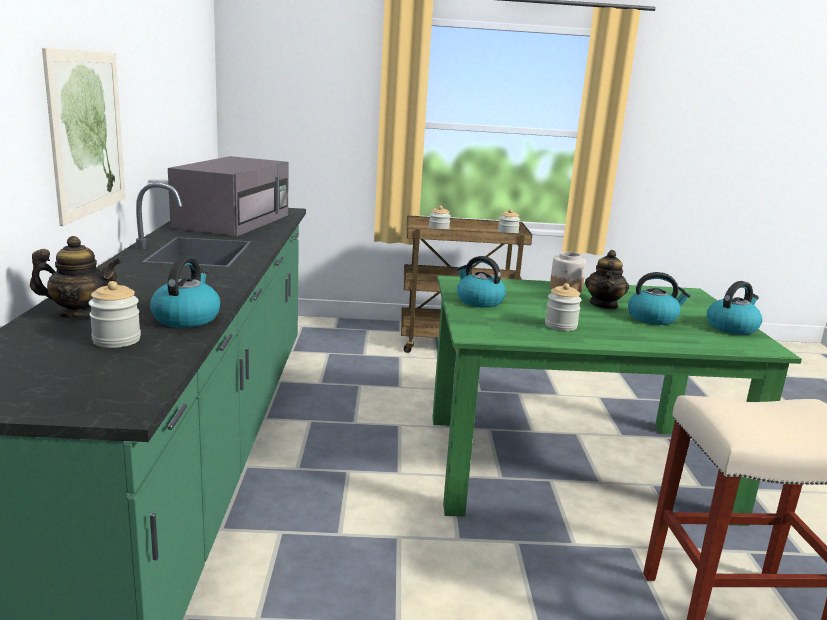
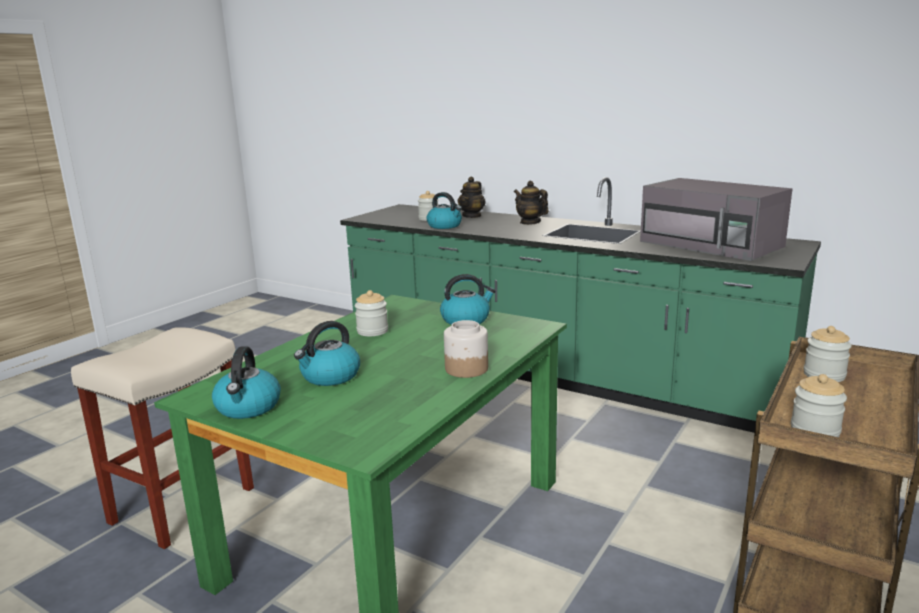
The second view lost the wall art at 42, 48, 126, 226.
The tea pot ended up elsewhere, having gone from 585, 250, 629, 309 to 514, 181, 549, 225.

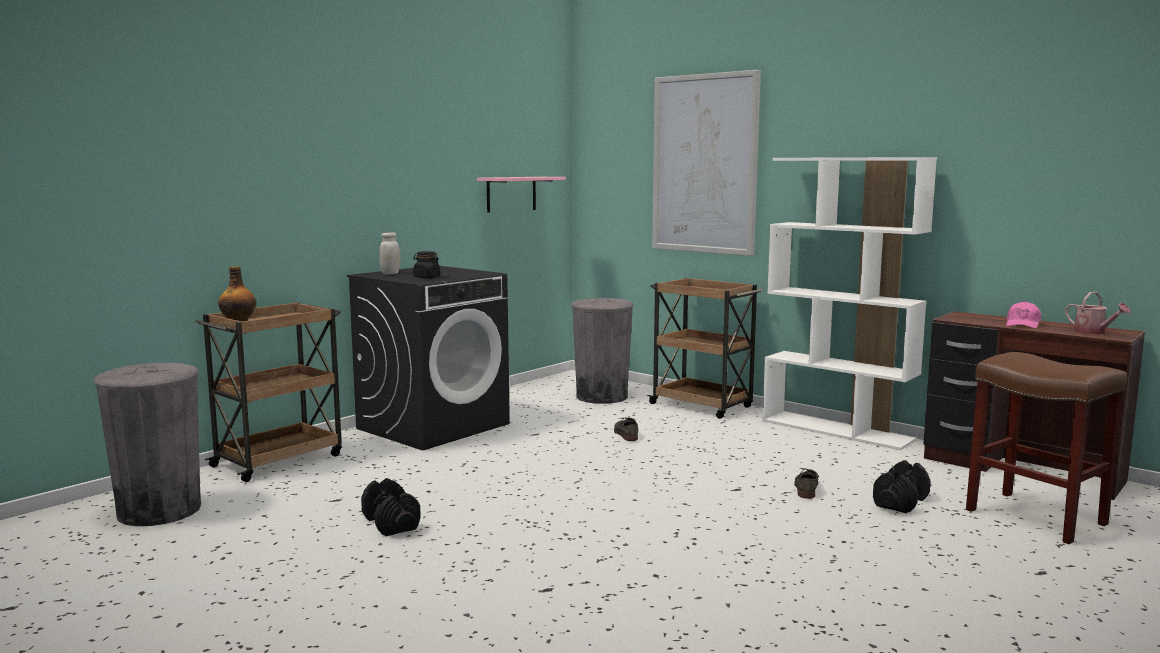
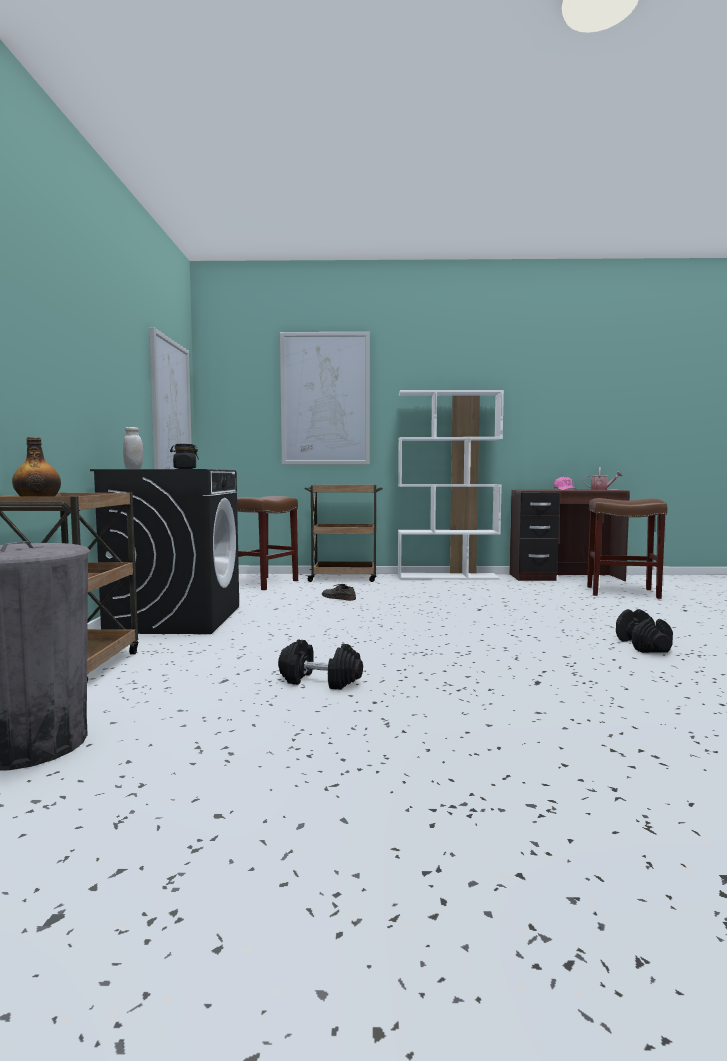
Where the pink shelf hung at 477, 177, 566, 213, the wall art came to hang at 149, 327, 192, 469.
Where the greyish waste bin stood at 571, 298, 634, 404, the brown sitting stool came to stand at 237, 496, 298, 590.
The second view lost the greyish low shoe at 794, 468, 819, 499.
The black-coloured hand weight ended up elsewhere, having gone from 873, 460, 931, 513 to 616, 609, 673, 653.

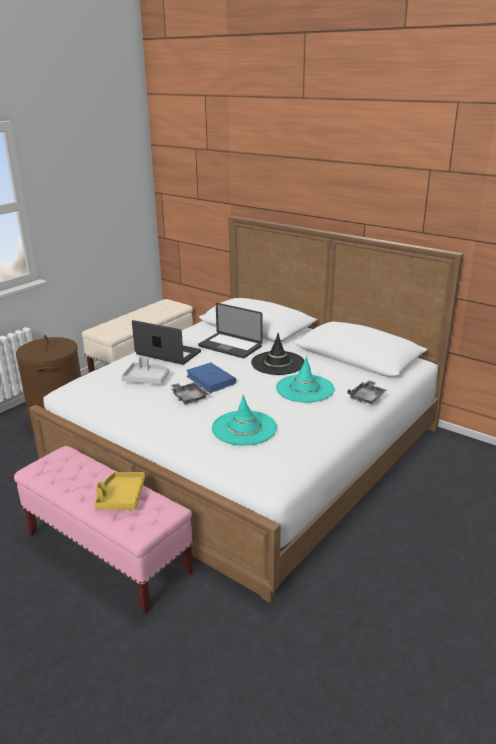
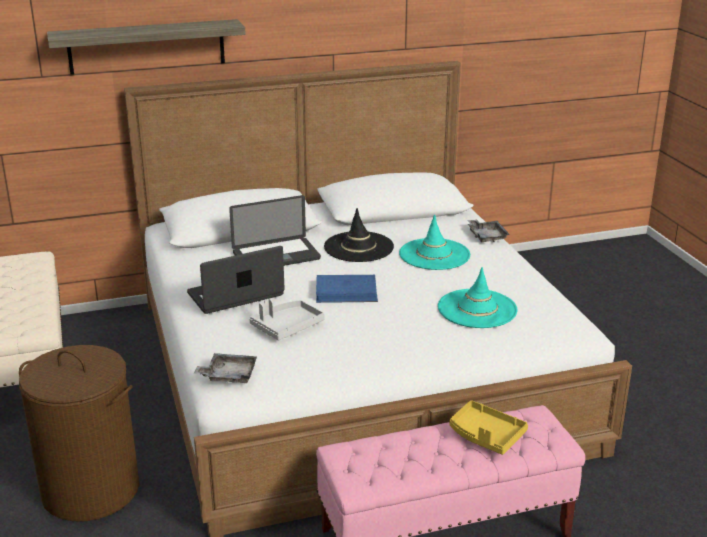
The greyish carrying tray ended up elsewhere, having gone from 170, 382, 209, 405 to 194, 353, 257, 383.
The second view gained the shelf at 47, 19, 246, 75.

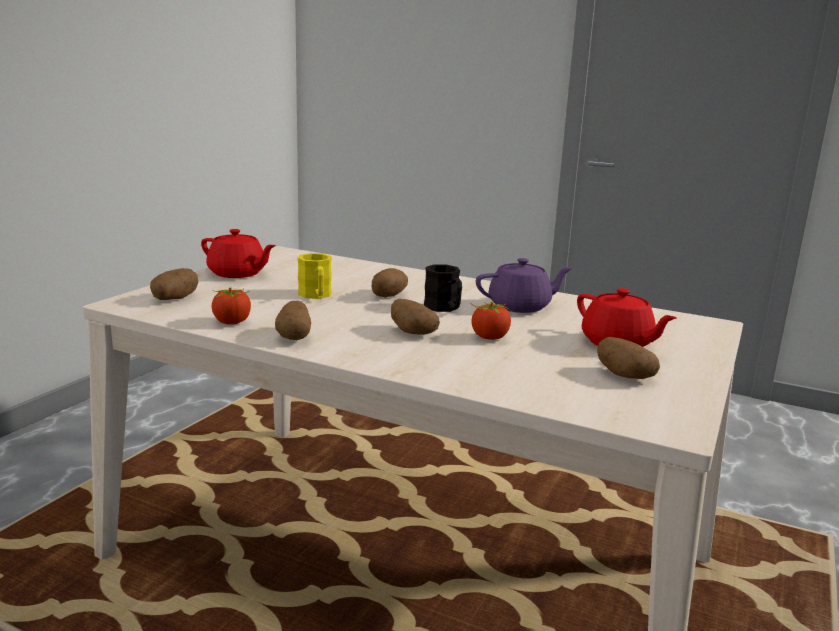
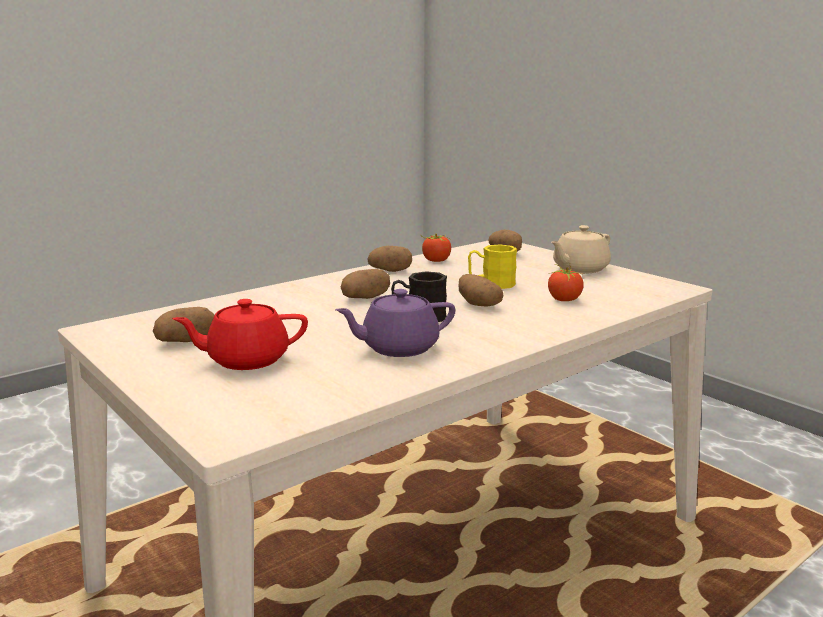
What was the red-coloured tea pot at 201, 229, 276, 278 turned into the beige-coloured tea pot at 551, 225, 611, 273.
The fresh tomato ended up elsewhere, having gone from 470, 302, 511, 340 to 548, 265, 584, 301.
The purple-coloured tea pot at 476, 258, 573, 313 ended up facing another way, 60 degrees clockwise from before.

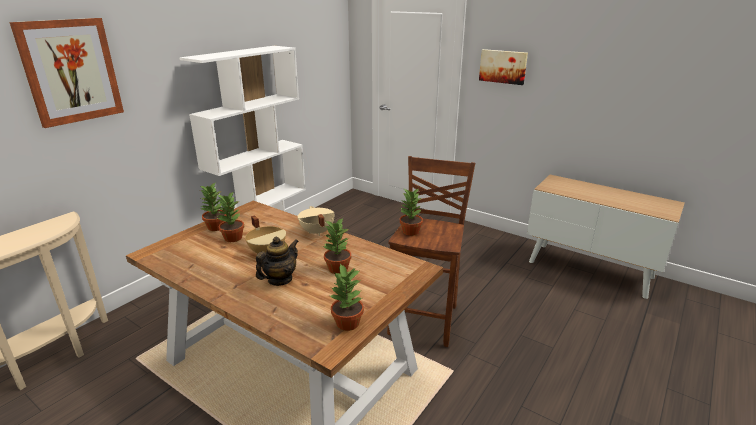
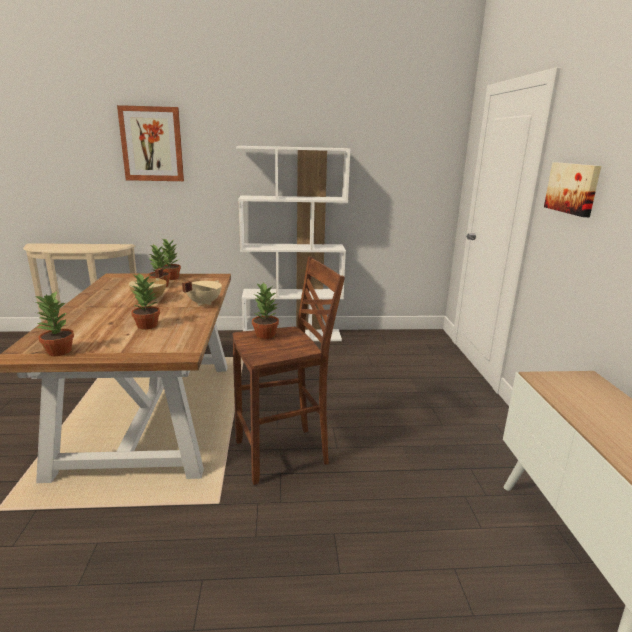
The second view lost the tea pot at 256, 237, 299, 286.

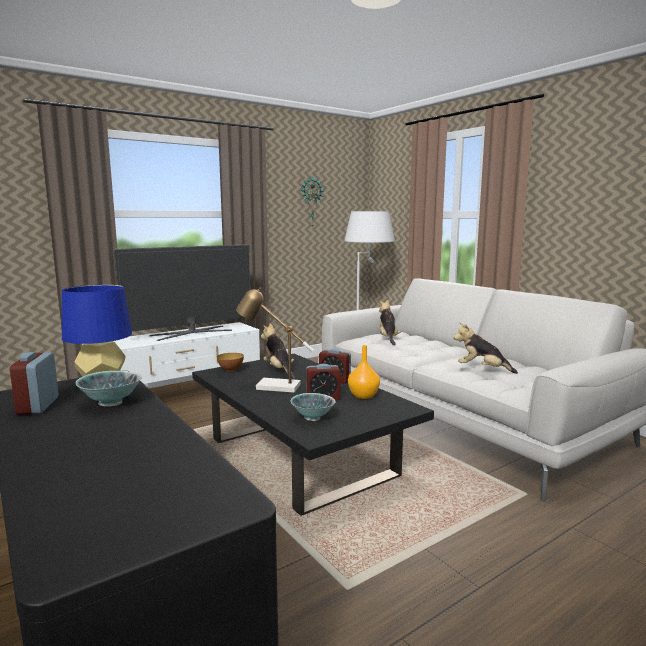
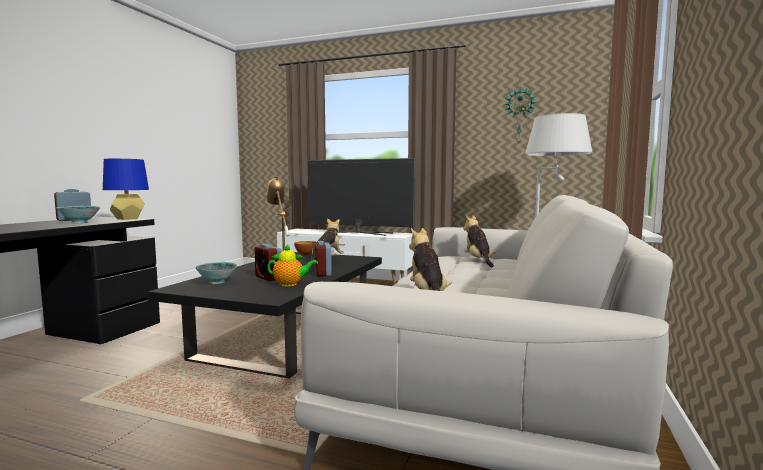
Where the orangey flower vase stood at 348, 345, 380, 399, the tea pot came to stand at 267, 244, 318, 287.
The soft toy at 379, 300, 401, 345 ended up facing another way, 60 degrees counterclockwise from before.

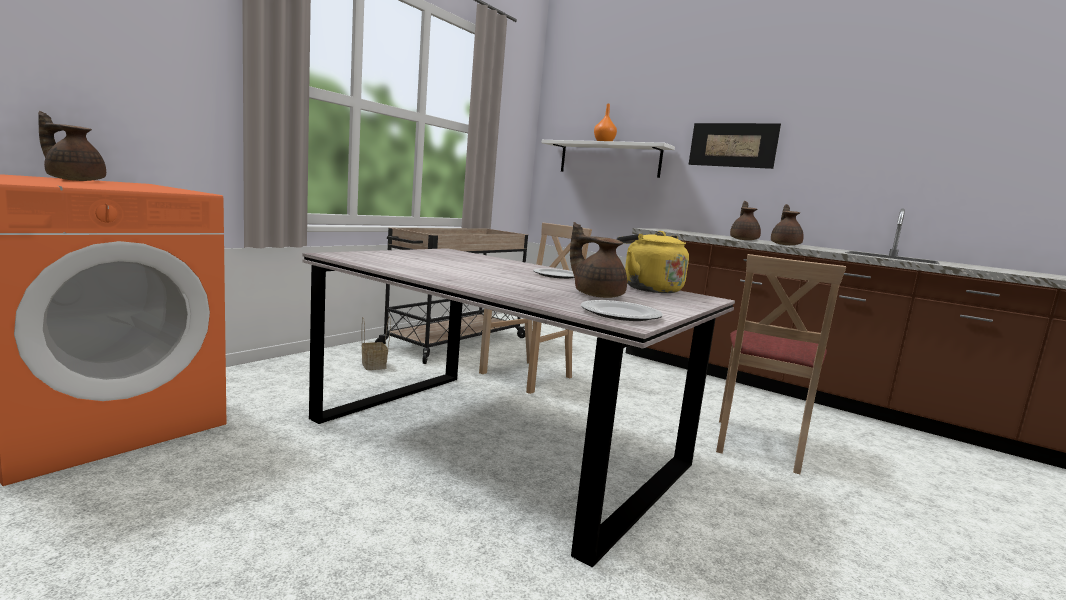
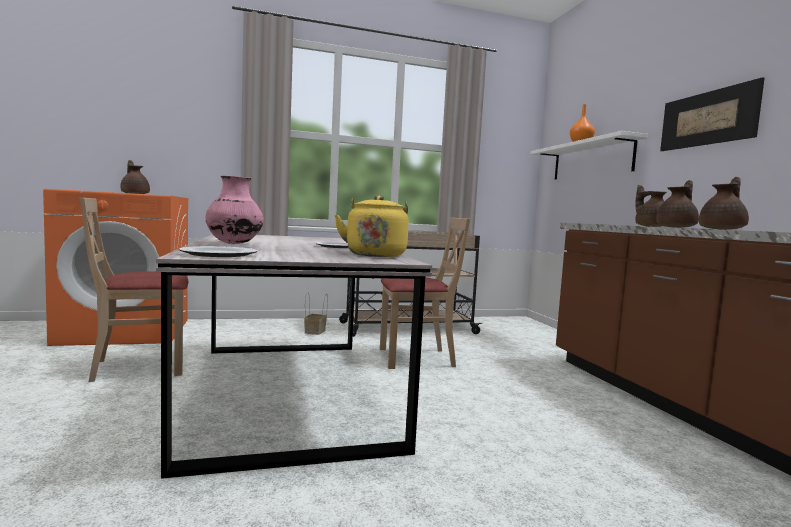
The brown tea pot ended up elsewhere, having gone from 570, 222, 627, 298 to 635, 185, 667, 227.
The beige-coloured chair ended up elsewhere, having gone from 716, 254, 846, 474 to 80, 198, 188, 382.
The second view gained the pink flower vase at 205, 176, 264, 244.

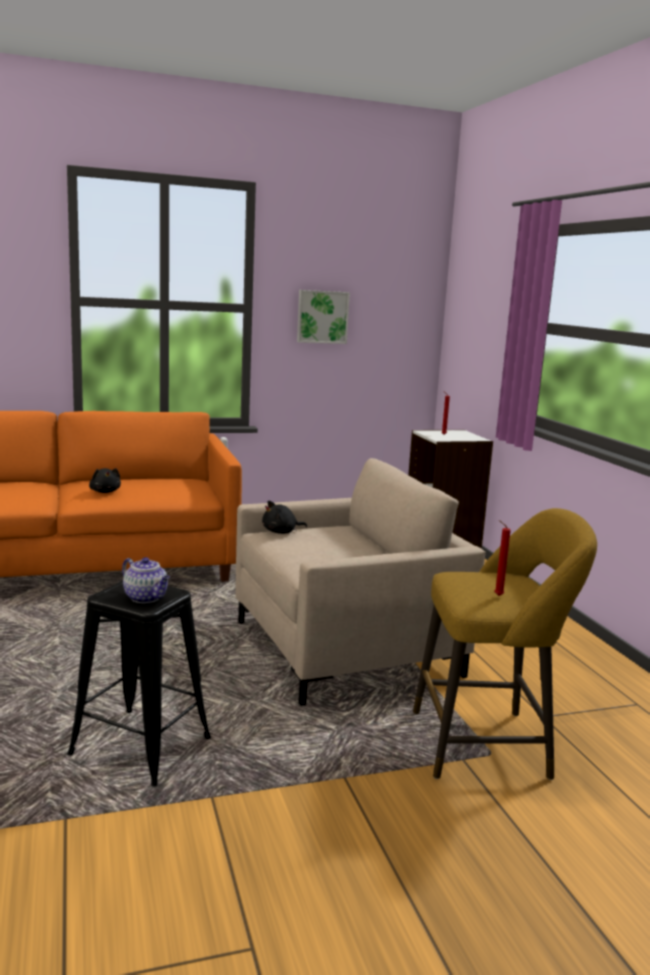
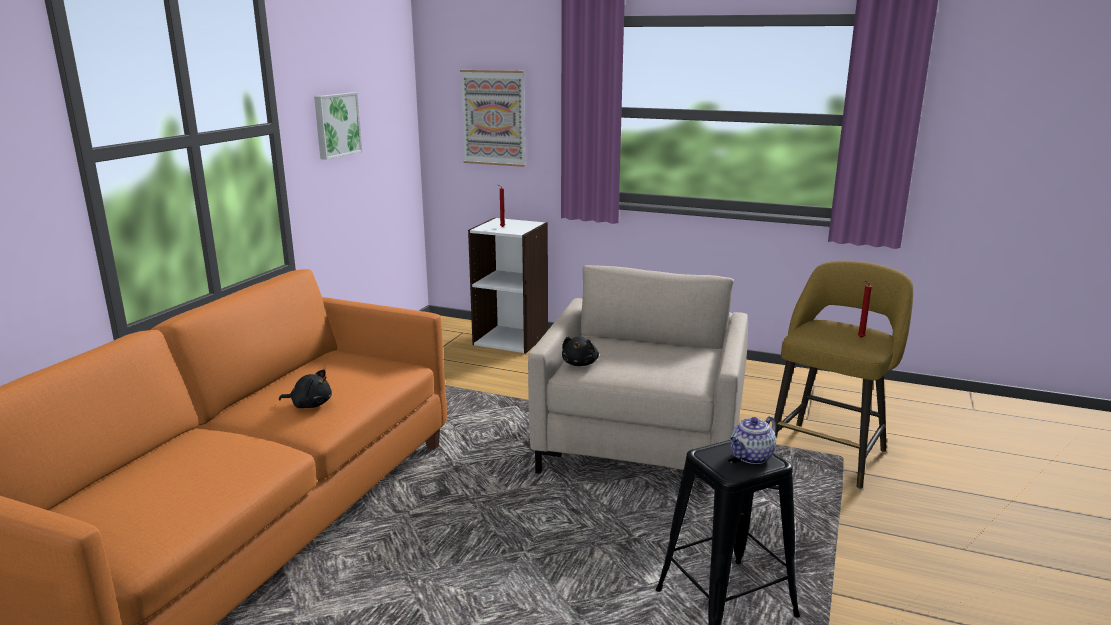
The tea pot at 122, 557, 170, 603 ended up facing another way, 150 degrees clockwise from before.
The second view gained the wall art at 460, 70, 526, 167.

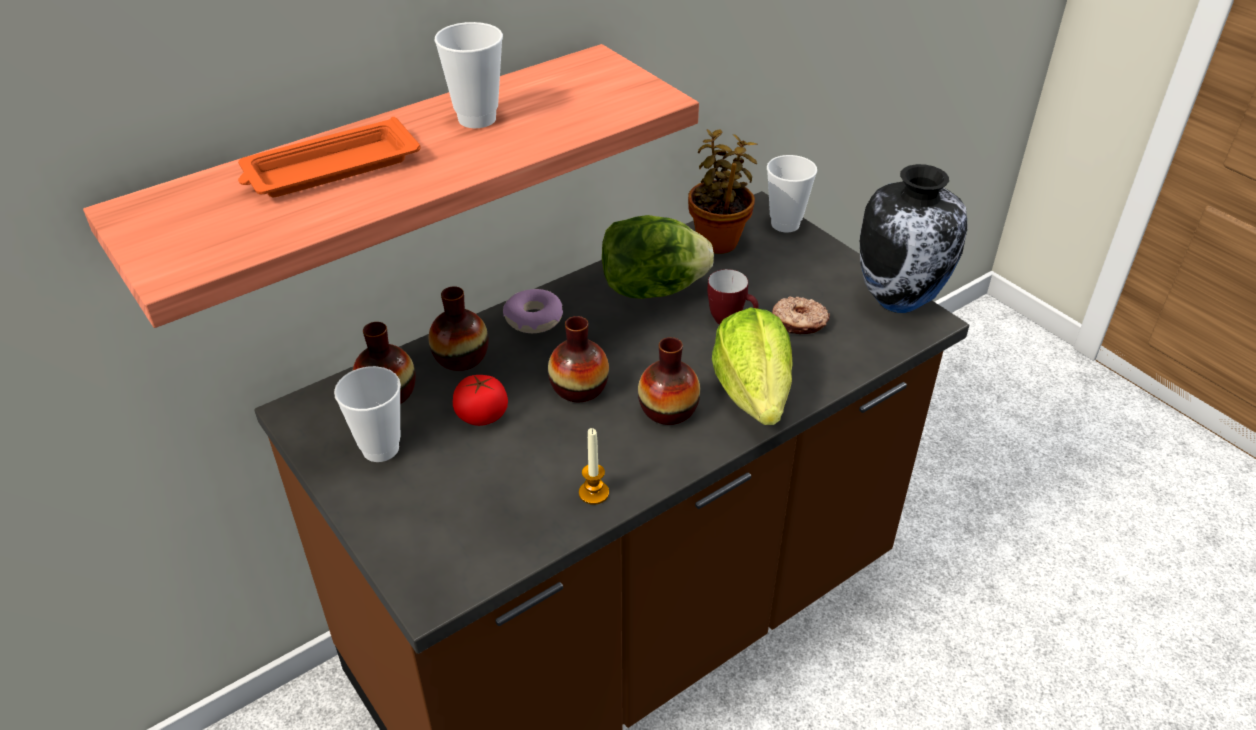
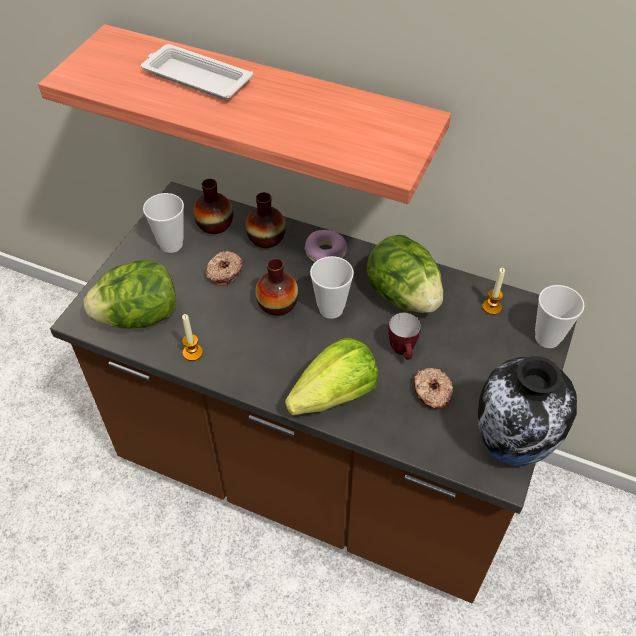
What was the orangey carrying tray at 238, 117, 421, 197 turned into the whitish carrying tray at 141, 44, 253, 99.
The small cup ended up elsewhere, having gone from 434, 22, 503, 128 to 310, 256, 354, 319.
Where the fresh tomato stood at 453, 375, 508, 426, the donut came to stand at 205, 250, 243, 286.
The second view lost the flower vase at 638, 337, 701, 425.
Where the plant in a pot stood at 688, 129, 758, 254, the candle came to stand at 482, 268, 505, 315.
The second view gained the lettuce head at 84, 260, 176, 329.

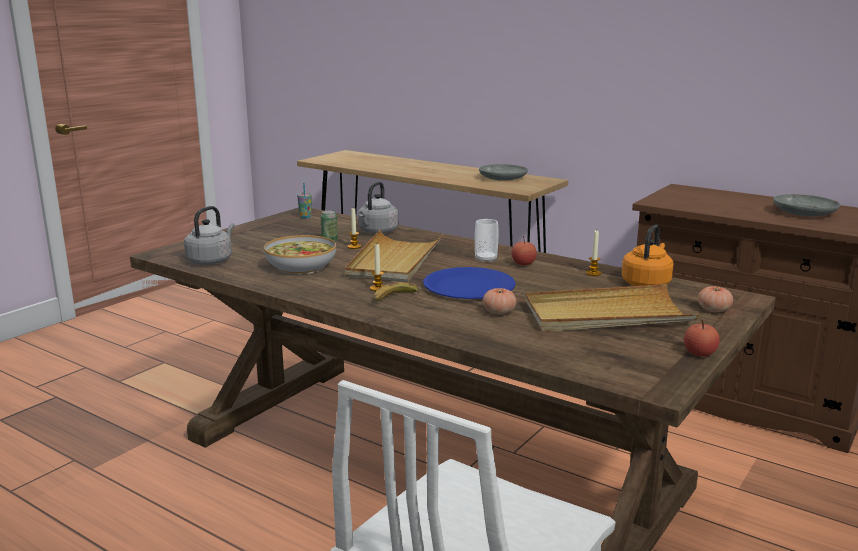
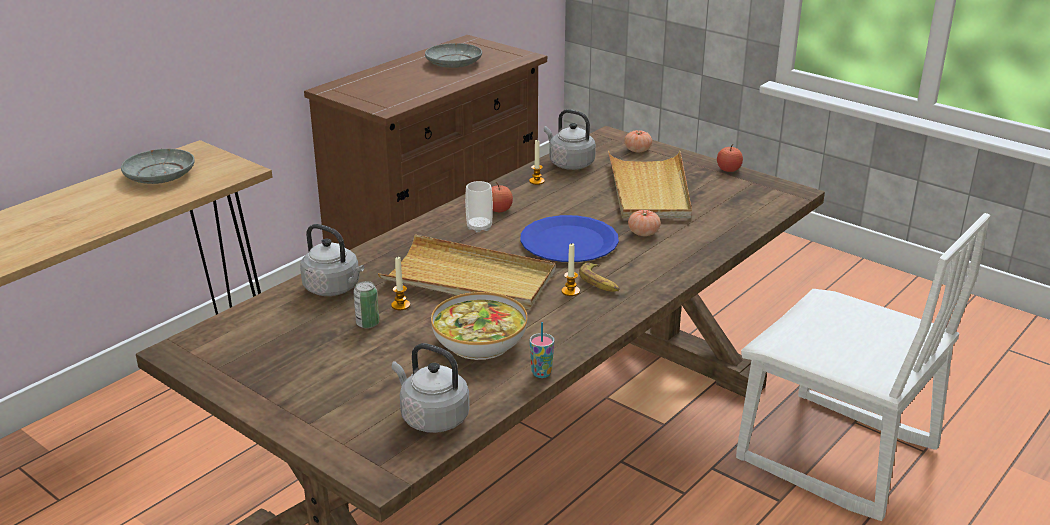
The small cup ended up elsewhere, having gone from 297, 183, 312, 218 to 530, 322, 554, 378.
What was the orangey tea kettle at 621, 225, 673, 286 turned into the greyish tea kettle at 544, 109, 596, 170.

